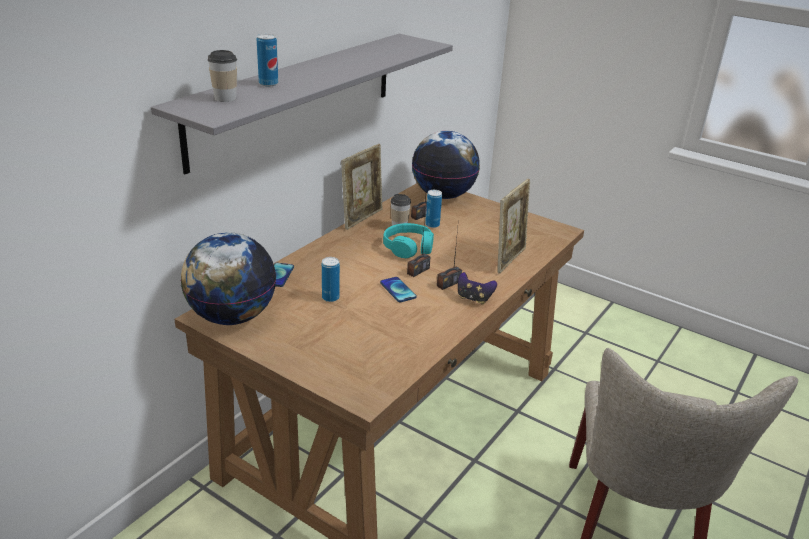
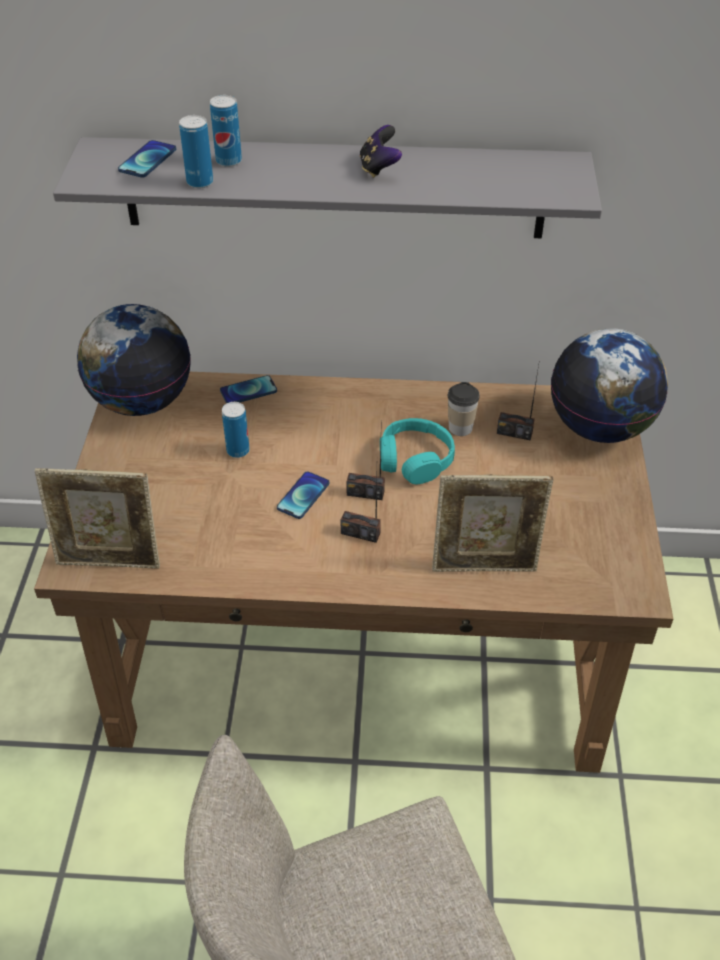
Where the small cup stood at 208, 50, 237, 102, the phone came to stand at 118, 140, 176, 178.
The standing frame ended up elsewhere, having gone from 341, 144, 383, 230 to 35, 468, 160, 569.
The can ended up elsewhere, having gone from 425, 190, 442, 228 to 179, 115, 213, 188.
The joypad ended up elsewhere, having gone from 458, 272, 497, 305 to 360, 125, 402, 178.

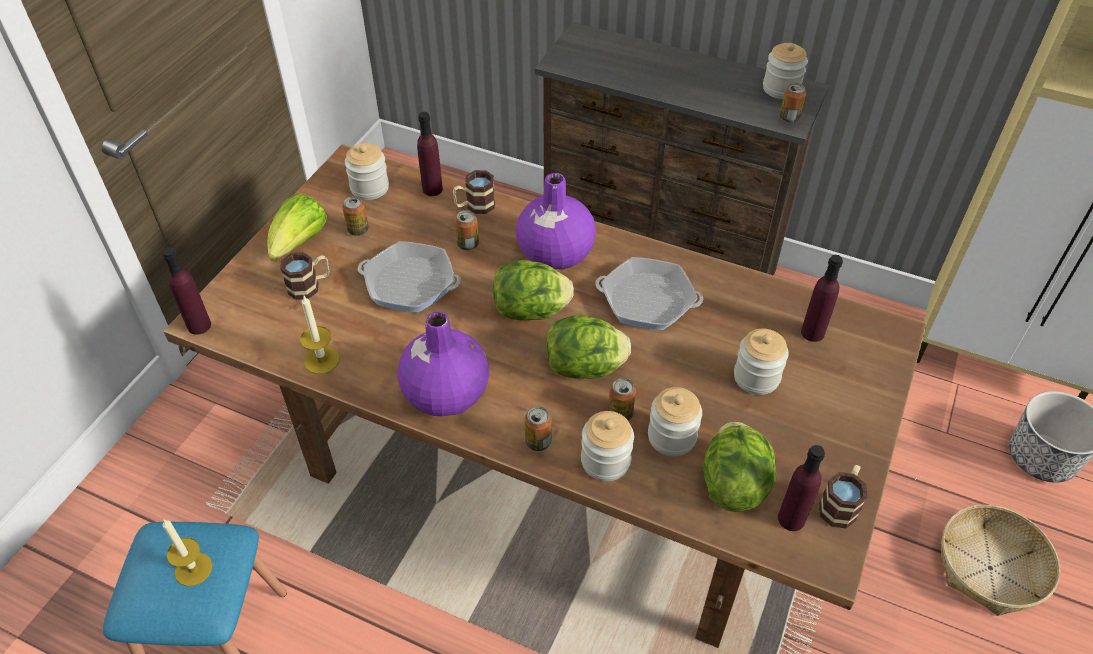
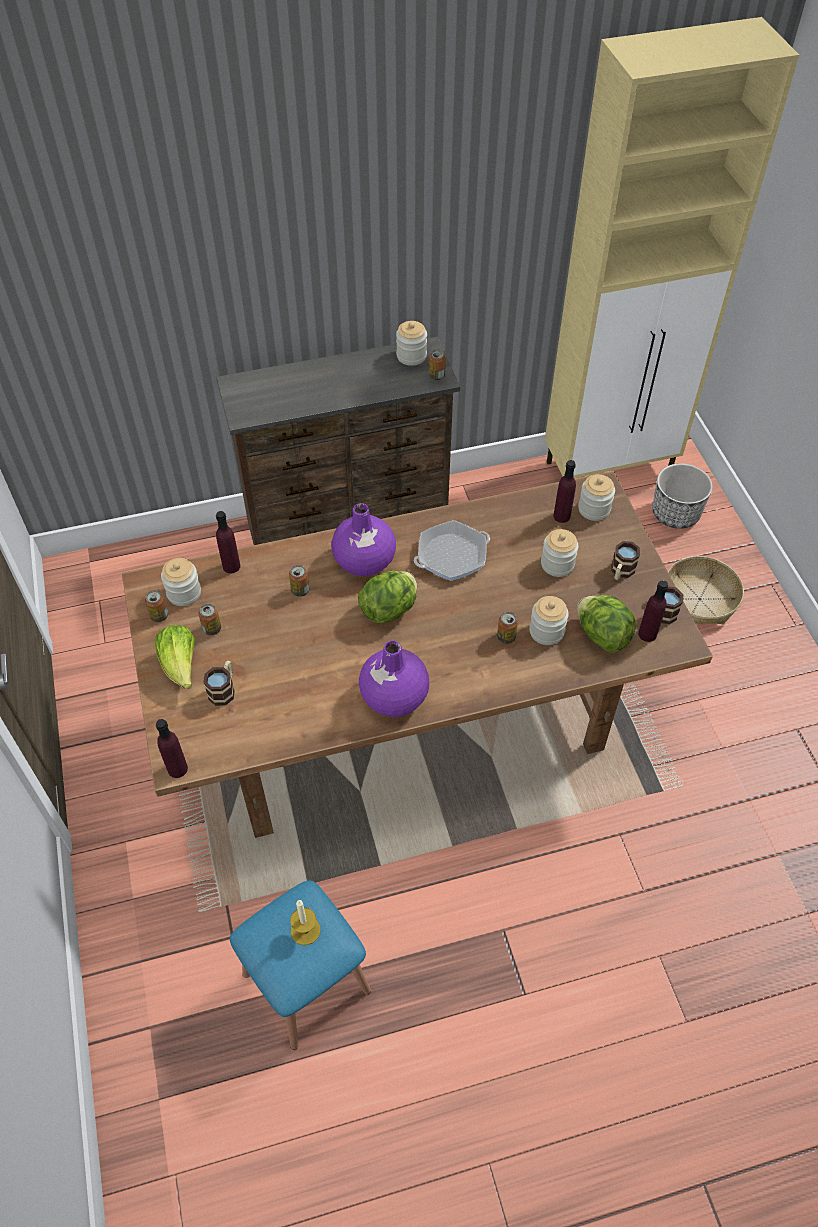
The second view lost the candle at 300, 296, 340, 374.
The second view lost the frying pan at 358, 241, 461, 312.
The mug ended up elsewhere, having gone from 453, 170, 495, 214 to 612, 541, 640, 580.
The can ended up elsewhere, having gone from 525, 406, 552, 451 to 145, 590, 168, 622.
The second view lost the lettuce head at 546, 315, 631, 379.
The storage jar ended up elsewhere, having gone from 581, 411, 634, 481 to 578, 474, 615, 521.

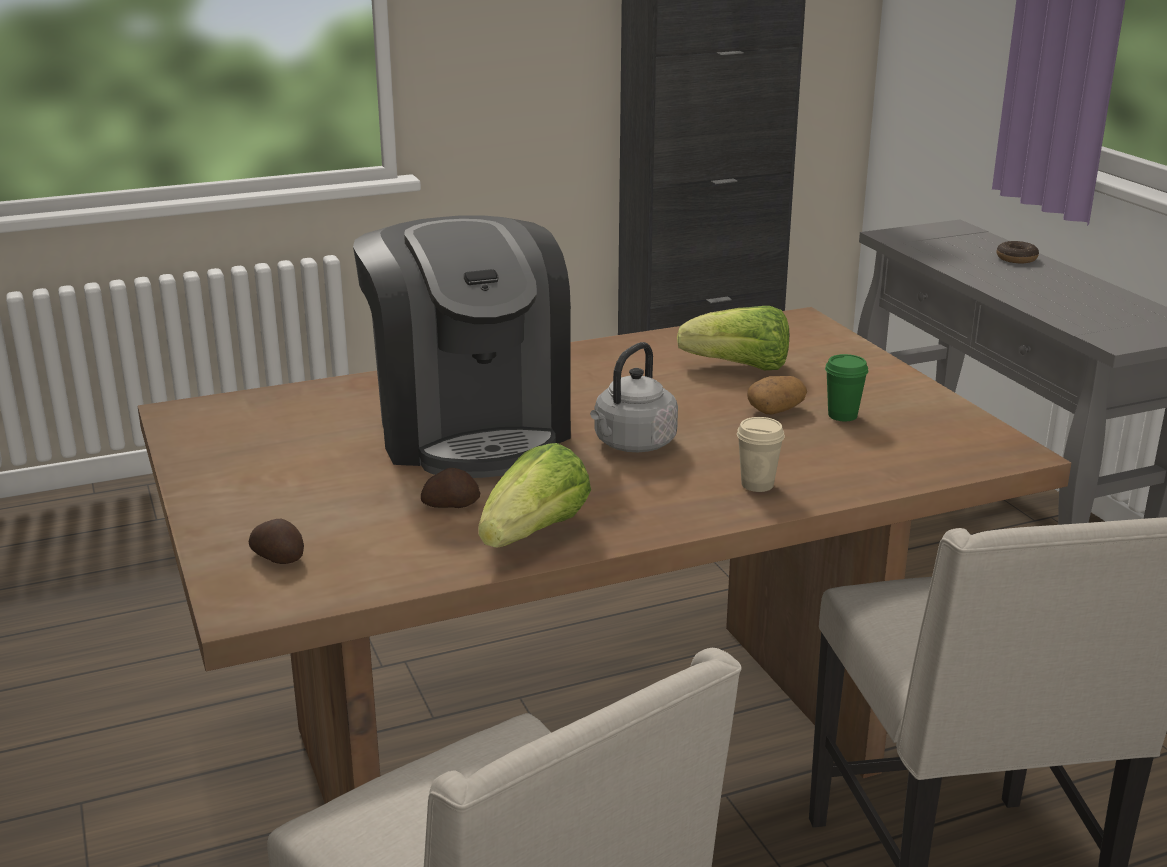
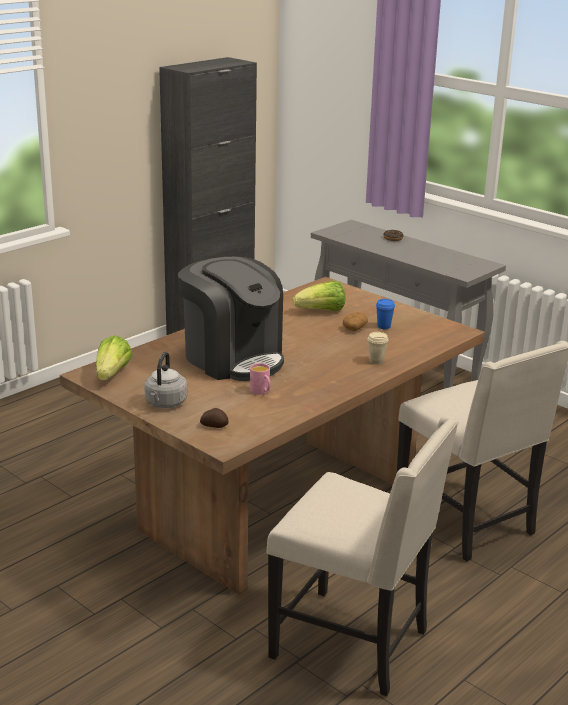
Where the whole potato stood at 421, 468, 480, 508, the pink mug came to stand at 250, 363, 270, 395.
The lettuce head ended up elsewhere, having gone from 478, 443, 591, 548 to 96, 335, 132, 380.
The greyish tea kettle ended up elsewhere, having gone from 590, 342, 678, 452 to 144, 352, 187, 408.
What was the green small cup at 825, 354, 868, 421 turned into the blue-coloured small cup at 376, 299, 395, 329.

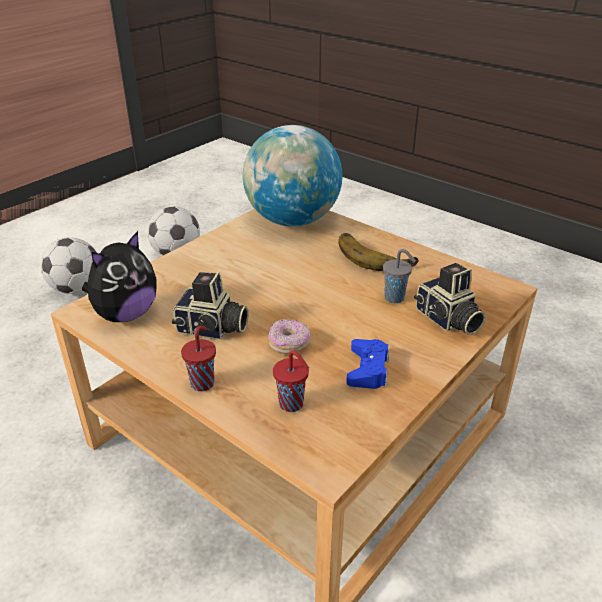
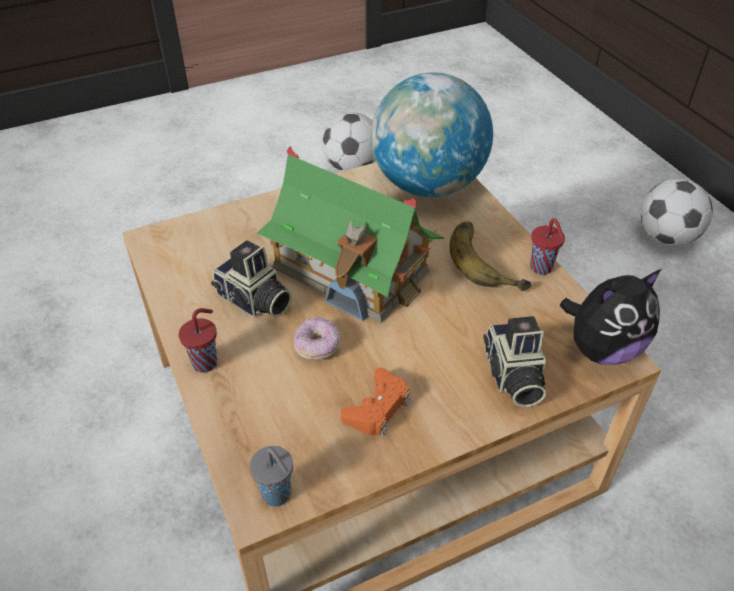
The ball for football ended up elsewhere, having gone from 40, 237, 97, 294 to 641, 179, 713, 246.
The soft toy ended up elsewhere, having gone from 82, 231, 157, 322 to 560, 269, 662, 365.
The red-coloured small cup ended up elsewhere, having gone from 273, 350, 309, 412 to 530, 219, 565, 275.
What was the blue-coloured joypad at 346, 339, 389, 389 turned into the orangey joypad at 340, 368, 410, 437.
The greyish small cup ended up elsewhere, having gone from 383, 249, 416, 303 to 249, 446, 293, 506.
The second view gained the model house at 256, 146, 444, 323.

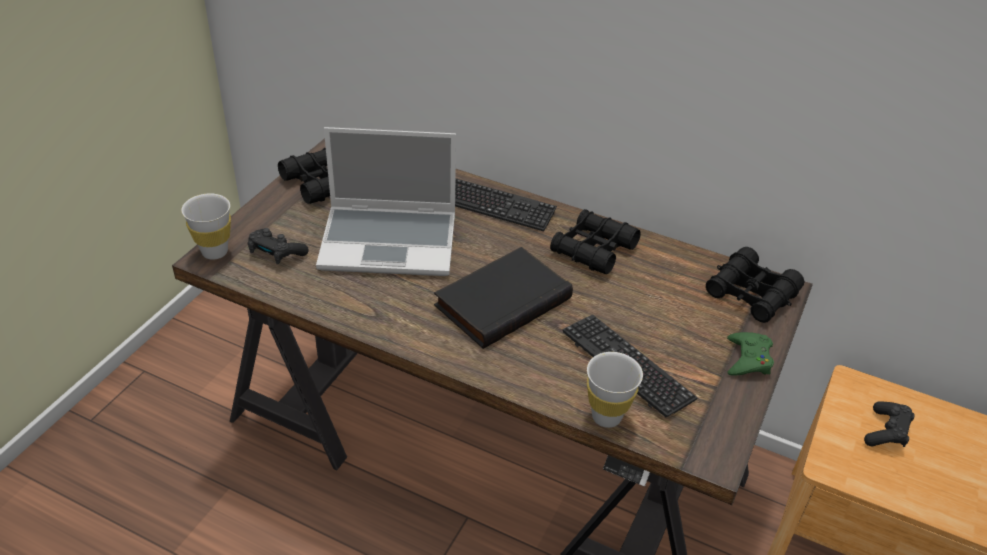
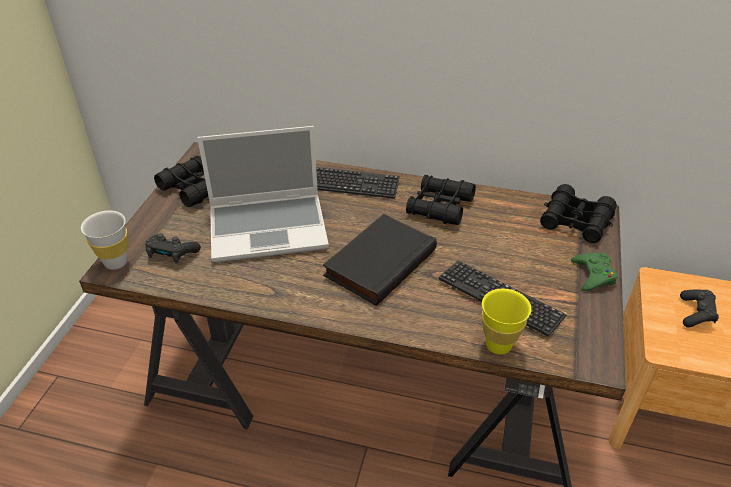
What was the whitish small cup at 587, 352, 643, 428 turned into the yellow-coloured small cup at 482, 289, 531, 355.

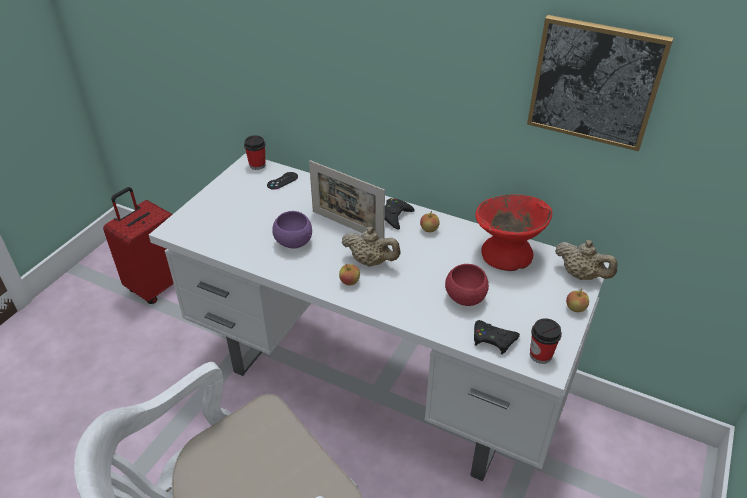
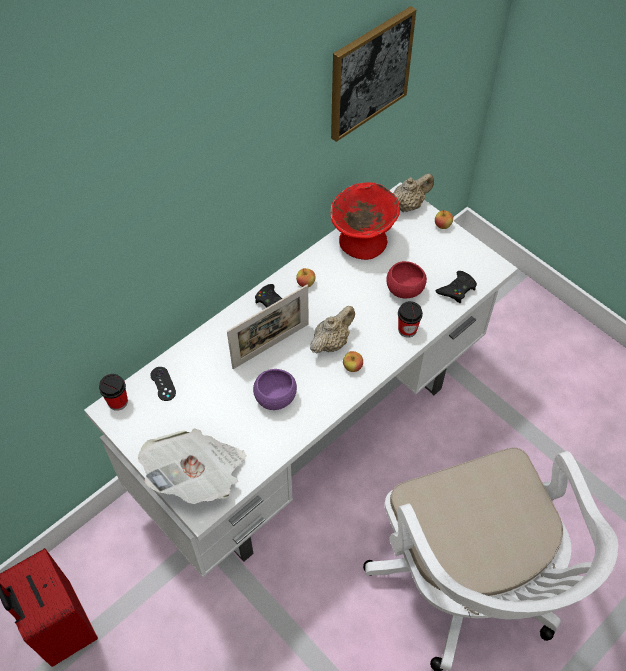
The small cup ended up elsewhere, having gone from 530, 318, 562, 364 to 398, 301, 423, 338.
The second view gained the printed paper at 138, 428, 246, 504.

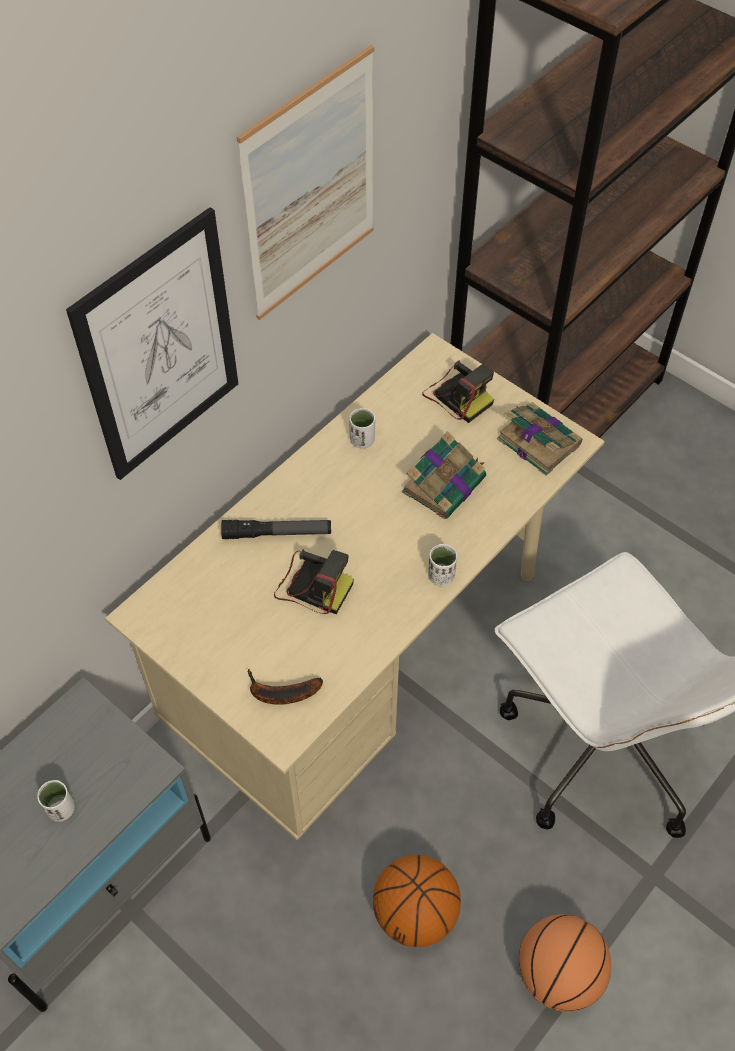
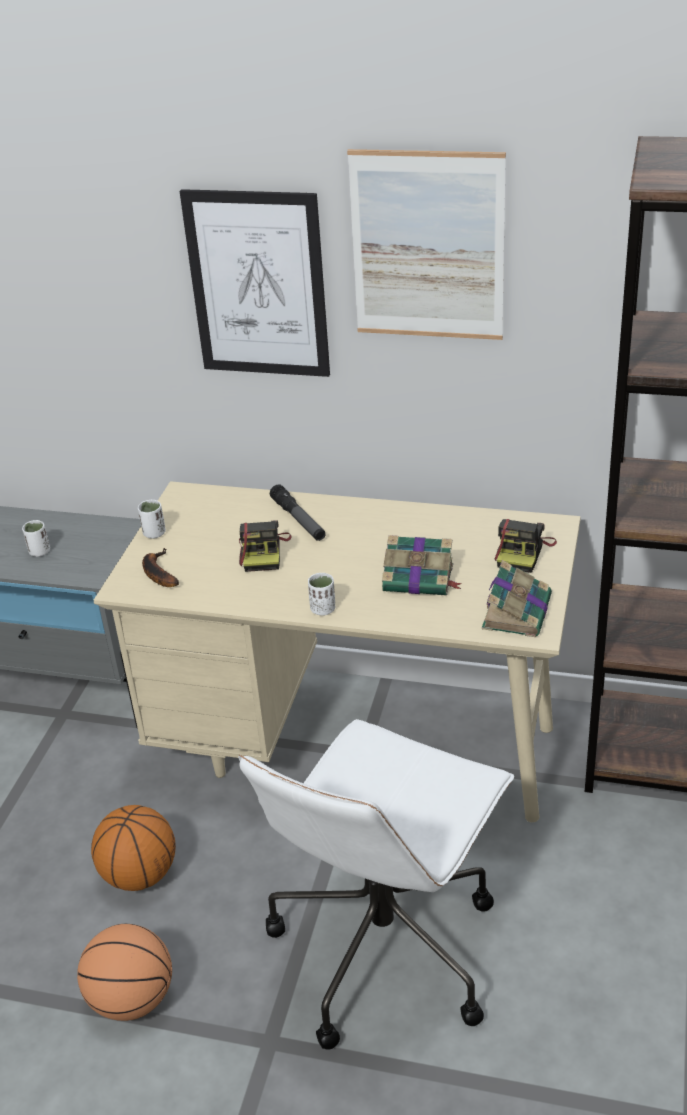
The whitish small cup ended up elsewhere, having gone from 349, 408, 375, 448 to 138, 500, 166, 539.

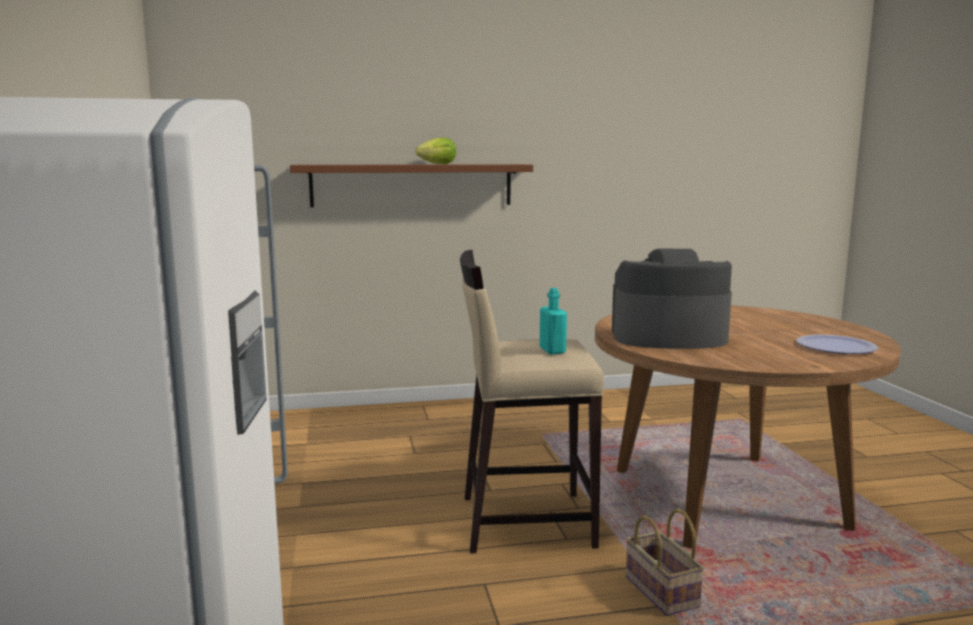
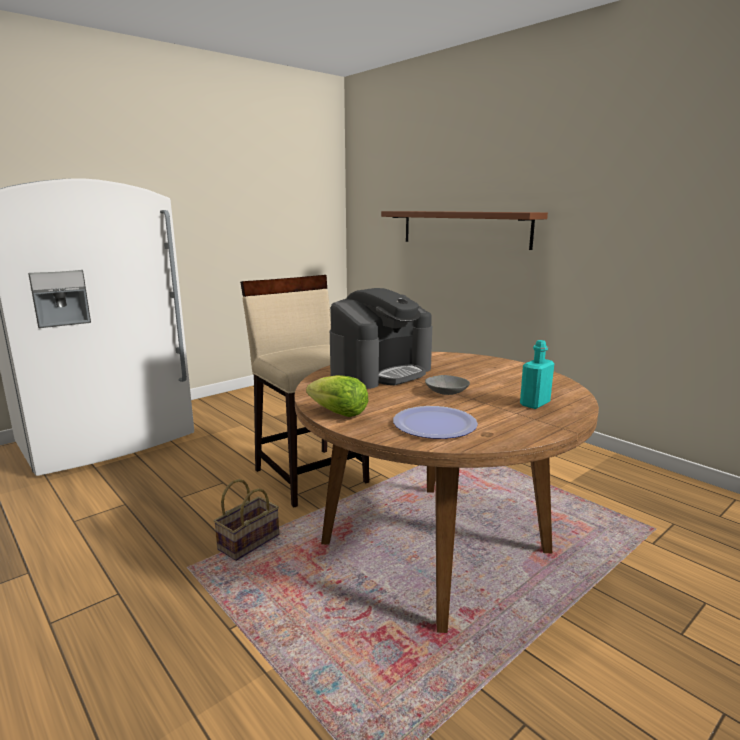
The lettuce head ended up elsewhere, having gone from 415, 138, 456, 164 to 306, 375, 368, 417.
The turquoise beverage bottle ended up elsewhere, having gone from 540, 288, 567, 354 to 520, 340, 554, 409.
The coffee brewer at 612, 249, 732, 349 ended up facing another way, 75 degrees clockwise from before.
The second view gained the greyish bowl at 425, 375, 470, 395.

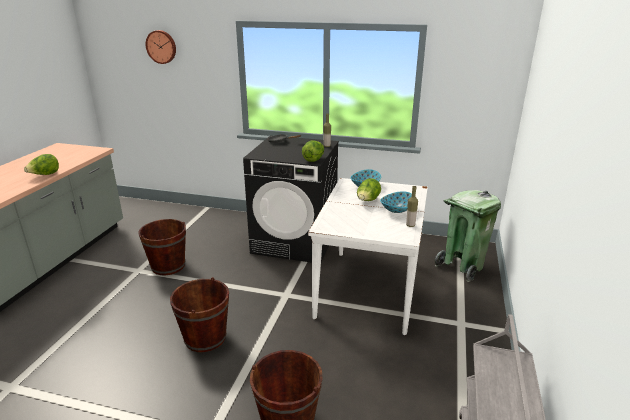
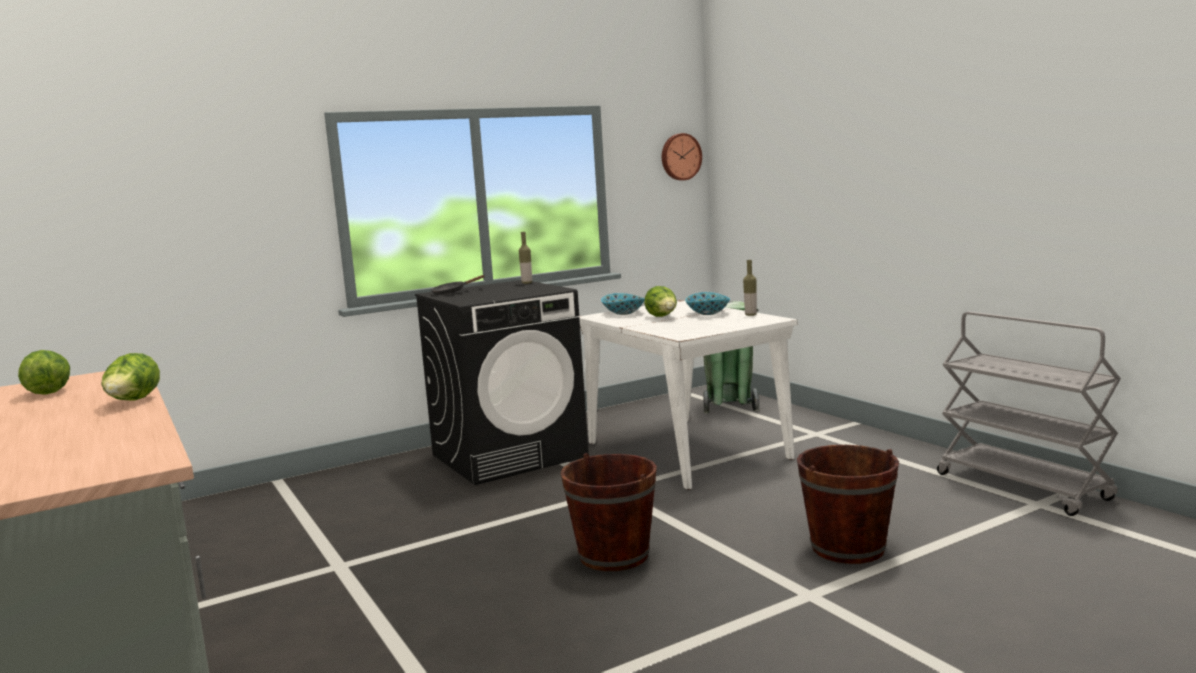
The second view lost the brown pail at 138, 219, 186, 275.
The wall clock ended up elsewhere, having gone from 146, 30, 176, 64 to 662, 133, 702, 180.
The lettuce head ended up elsewhere, having gone from 302, 141, 324, 162 to 18, 350, 70, 394.

